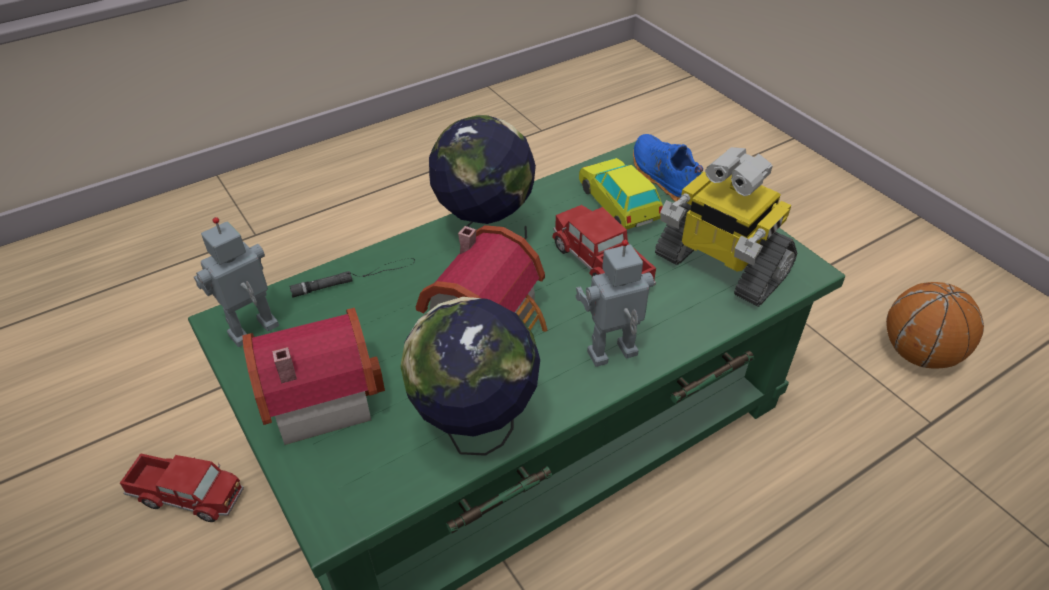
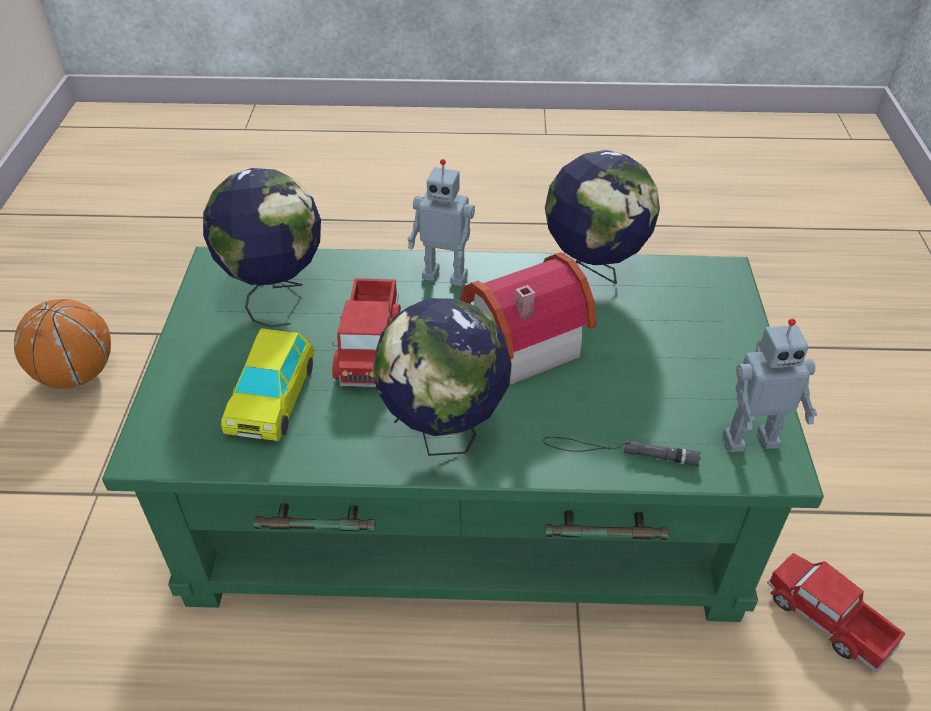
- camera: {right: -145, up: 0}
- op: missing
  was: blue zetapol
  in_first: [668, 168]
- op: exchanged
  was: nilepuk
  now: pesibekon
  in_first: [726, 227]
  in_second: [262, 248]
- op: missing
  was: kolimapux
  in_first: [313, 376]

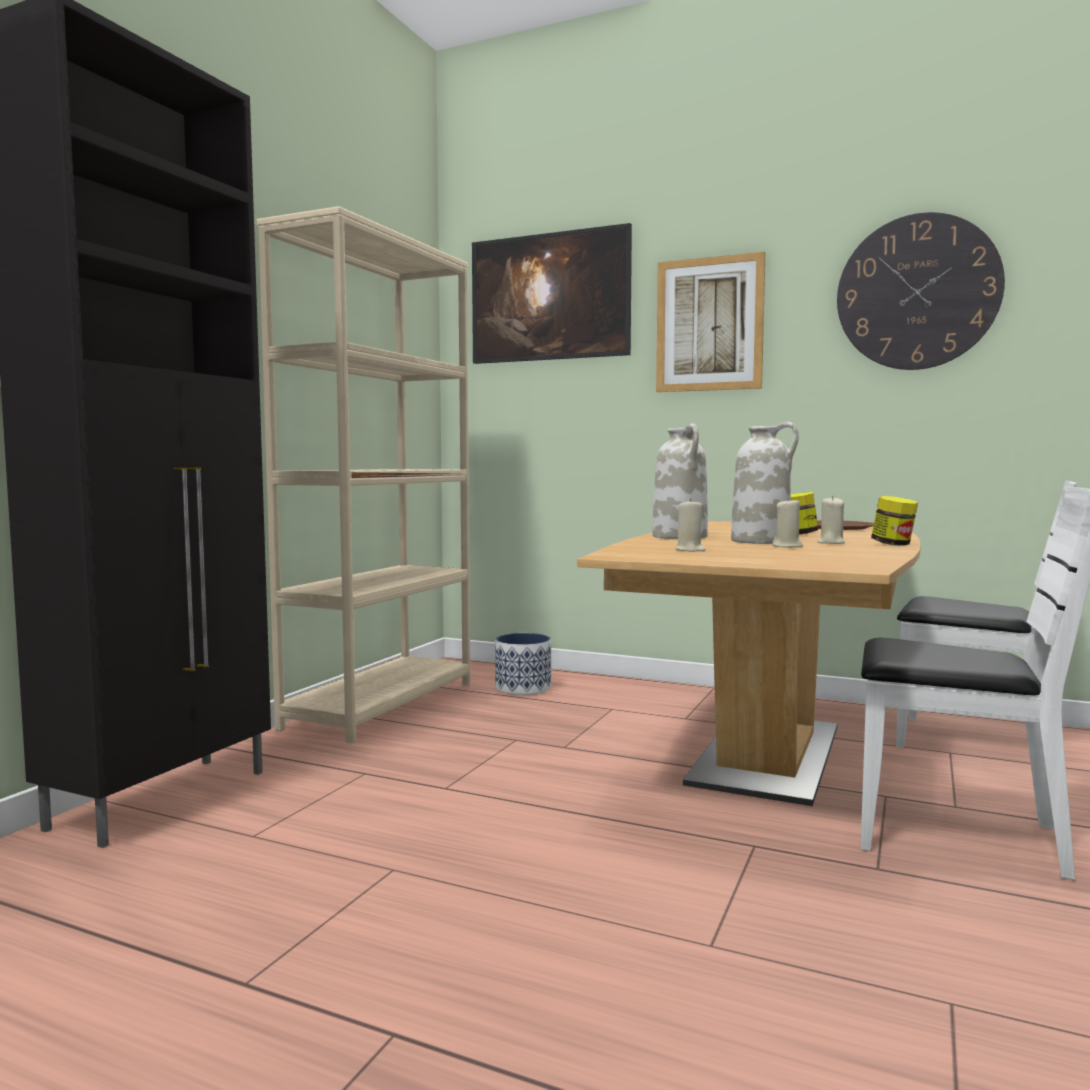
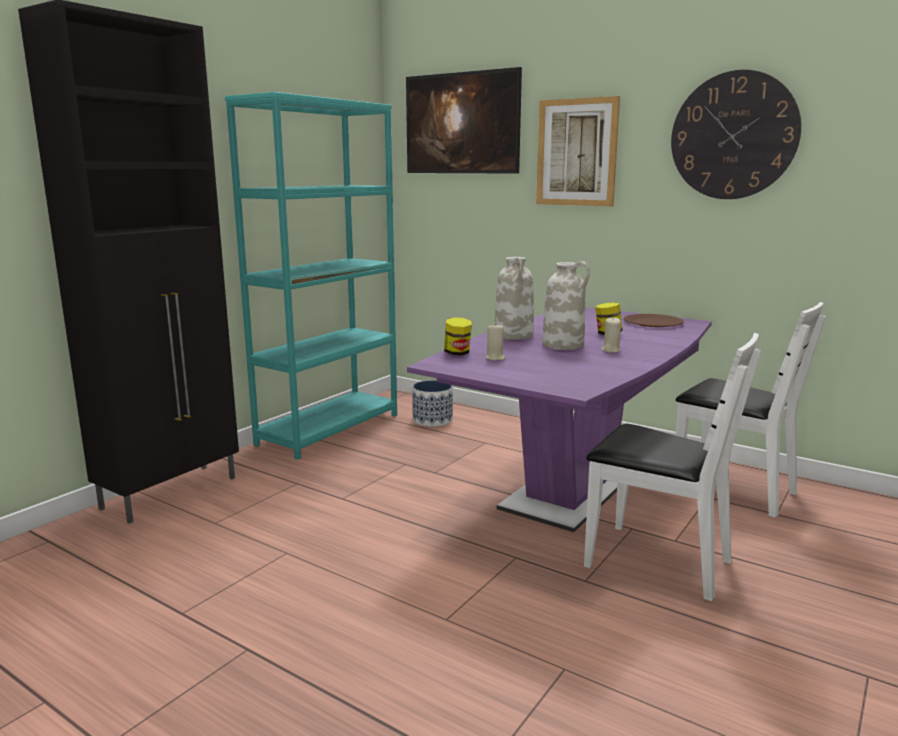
- camera: {right: 10, up: 10}
- op: colour
  was: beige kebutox
  now: turquoise kebutox
  in_first: [364, 474]
  in_second: [311, 275]
- op: relocated
  was: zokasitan
  in_first: [894, 521]
  in_second: [458, 336]
- op: missing
  was: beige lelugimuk
  in_first: [787, 522]
- op: colour
  was: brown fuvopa
  now: purple fuvopa
  in_first: [749, 663]
  in_second: [559, 419]

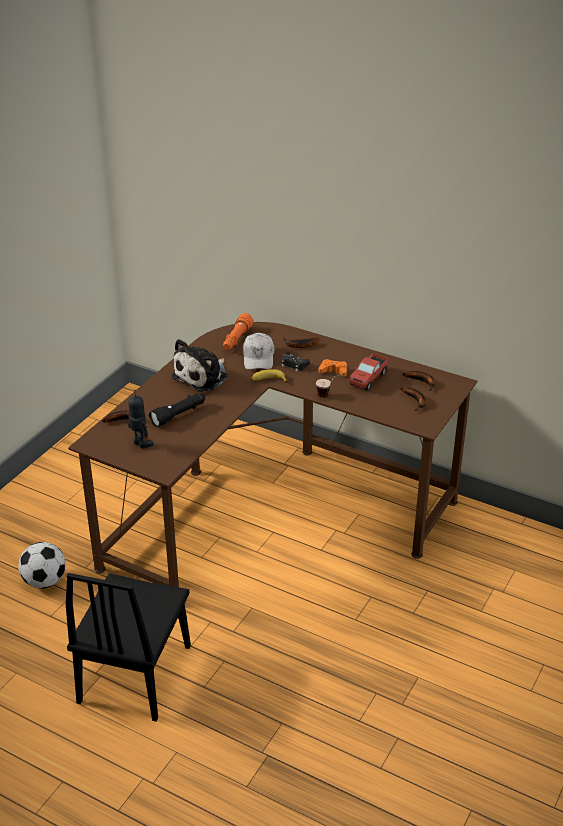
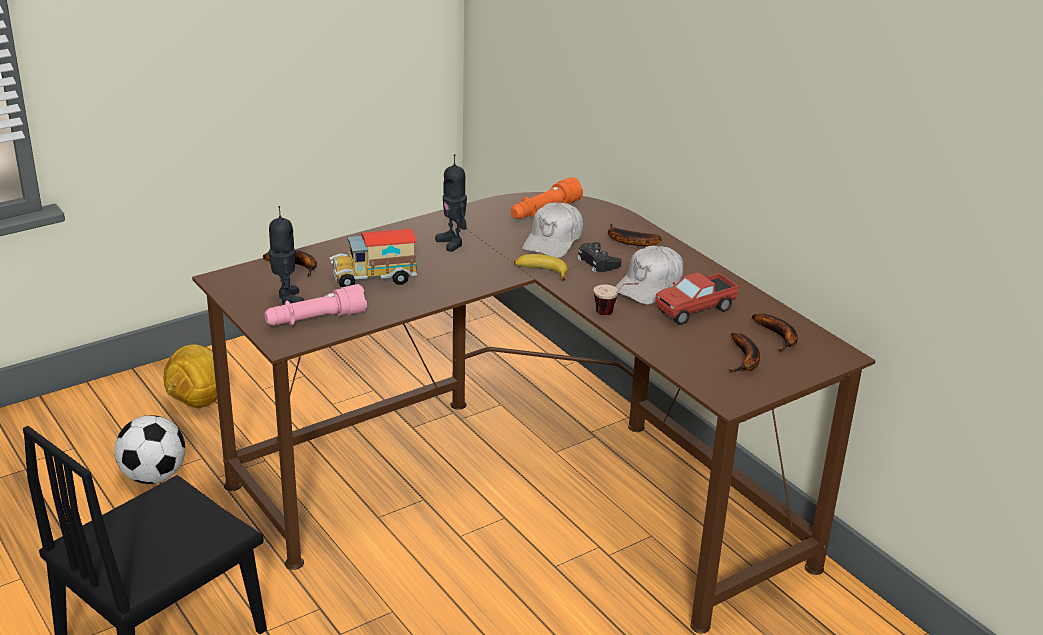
- camera: {right: 25, up: -5}
- op: exchanged
  was: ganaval
  now: nilepuk
  in_first: [199, 365]
  in_second: [451, 203]
- op: exchanged
  was: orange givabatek
  now: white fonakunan
  in_first: [333, 367]
  in_second: [649, 275]
- op: exchanged
  was: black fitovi
  now: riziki
  in_first: [177, 410]
  in_second: [373, 258]
- op: appeared
  now: pink fitovi
  in_second: [315, 305]
- op: appeared
  now: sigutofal
  in_second: [190, 376]

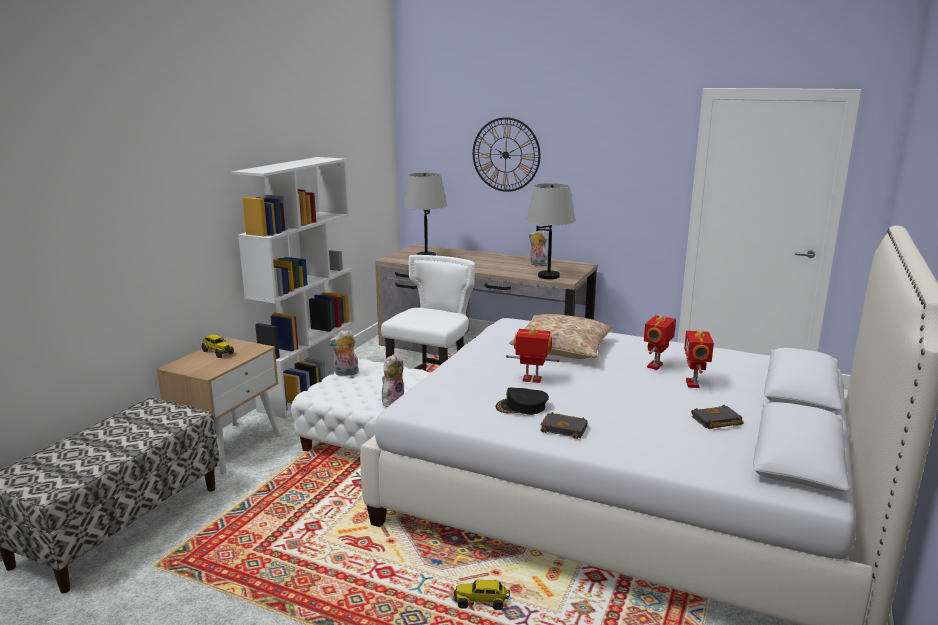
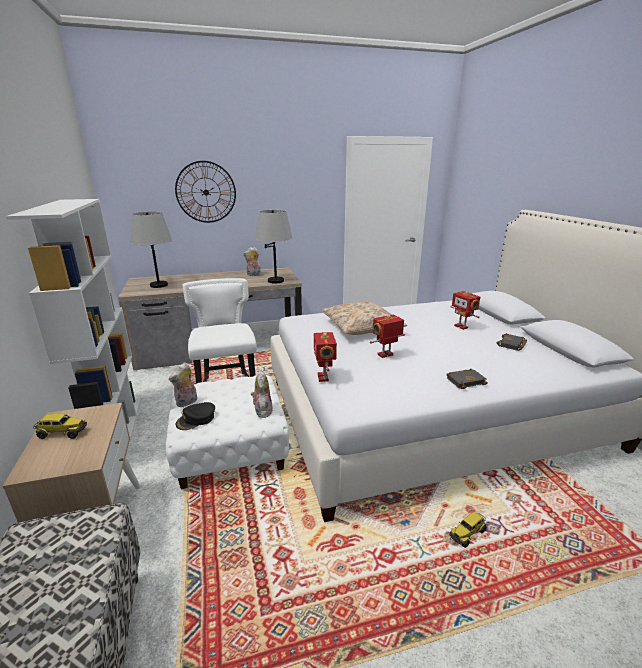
- camera: {right: -40, up: 5}
- op: relocated
  was: nilepuk
  in_first: [660, 342]
  in_second: [325, 357]
- op: relocated
  was: black fonakunan
  in_first: [522, 401]
  in_second: [195, 416]

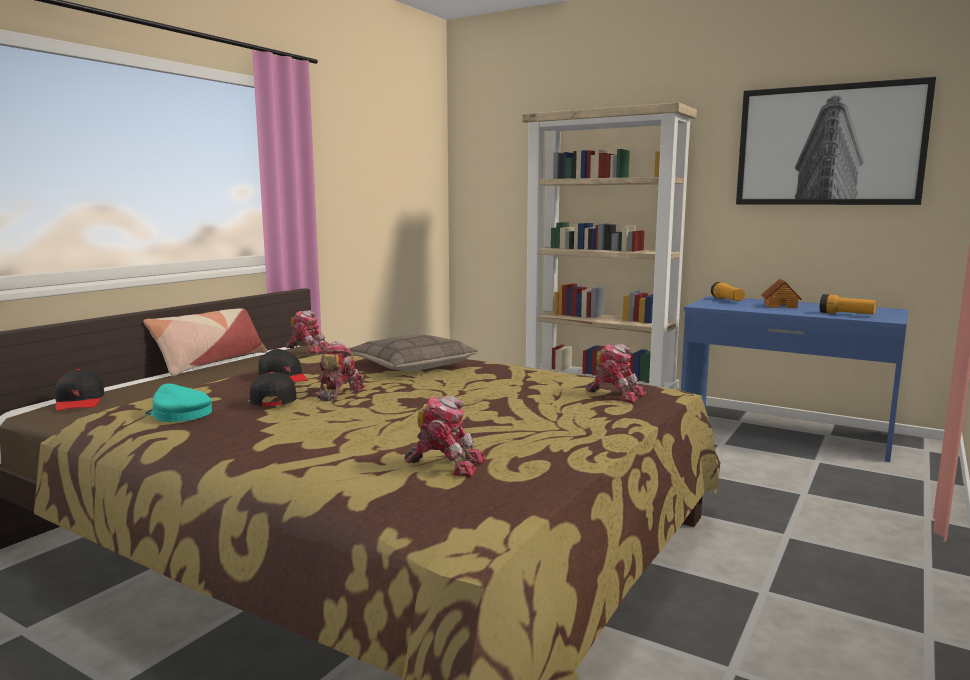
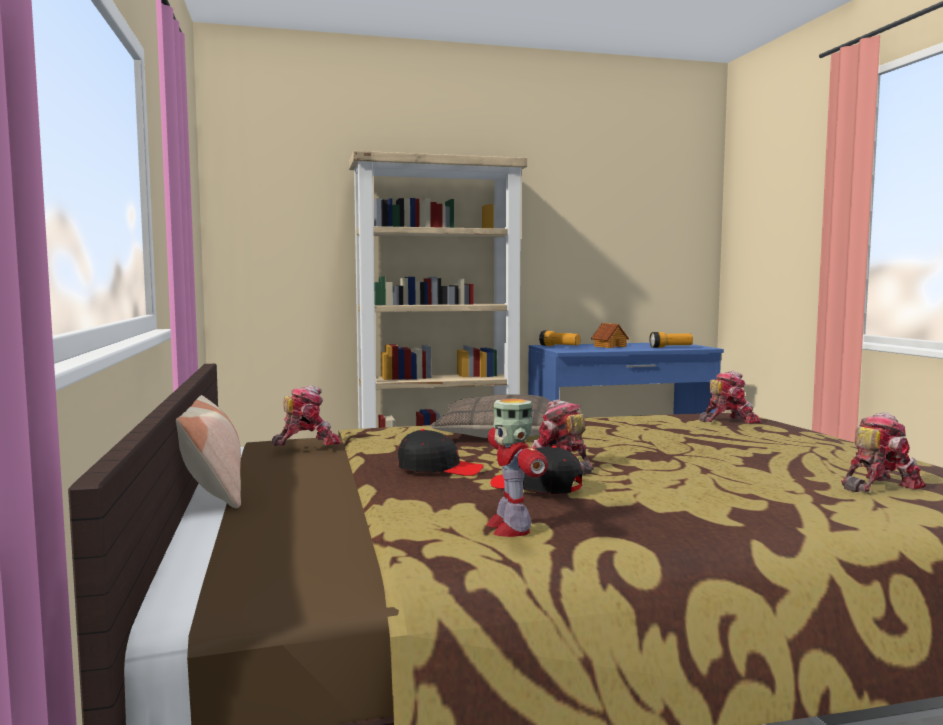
- camera: {right: -45, up: -5}
- op: missing
  was: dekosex
  in_first: [836, 141]
- op: missing
  was: black fonakunan
  in_first: [80, 390]
- op: exchanged
  was: turquoise fonakunan
  now: nilepuk
  in_first: [178, 402]
  in_second: [517, 468]

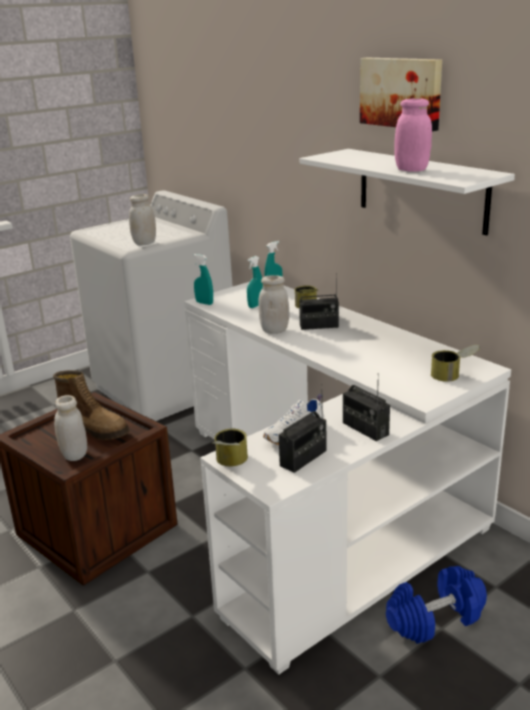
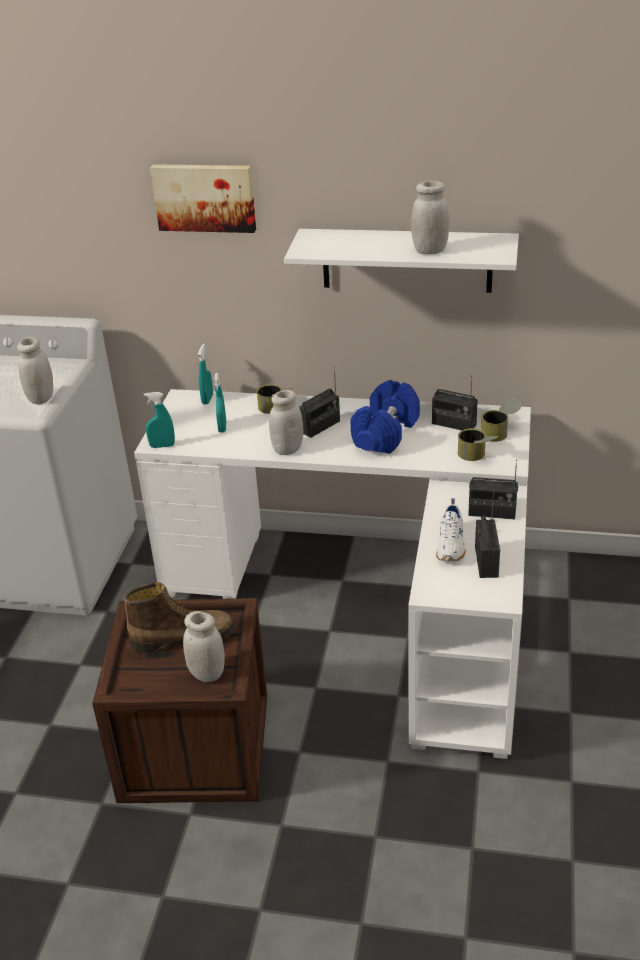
- camera: {right: -40, up: 10}
- op: relocated
  was: dekosex
  in_first: [401, 94]
  in_second: [203, 198]
- op: colour
  was: pink zokasitan
  now: white zokasitan
  in_first: [413, 135]
  in_second: [430, 217]
- op: relocated
  was: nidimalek
  in_first: [230, 447]
  in_second: [478, 444]
- op: relocated
  was: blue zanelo
  in_first: [436, 605]
  in_second: [385, 417]
- op: appeared
  now: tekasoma
  in_second: [455, 402]

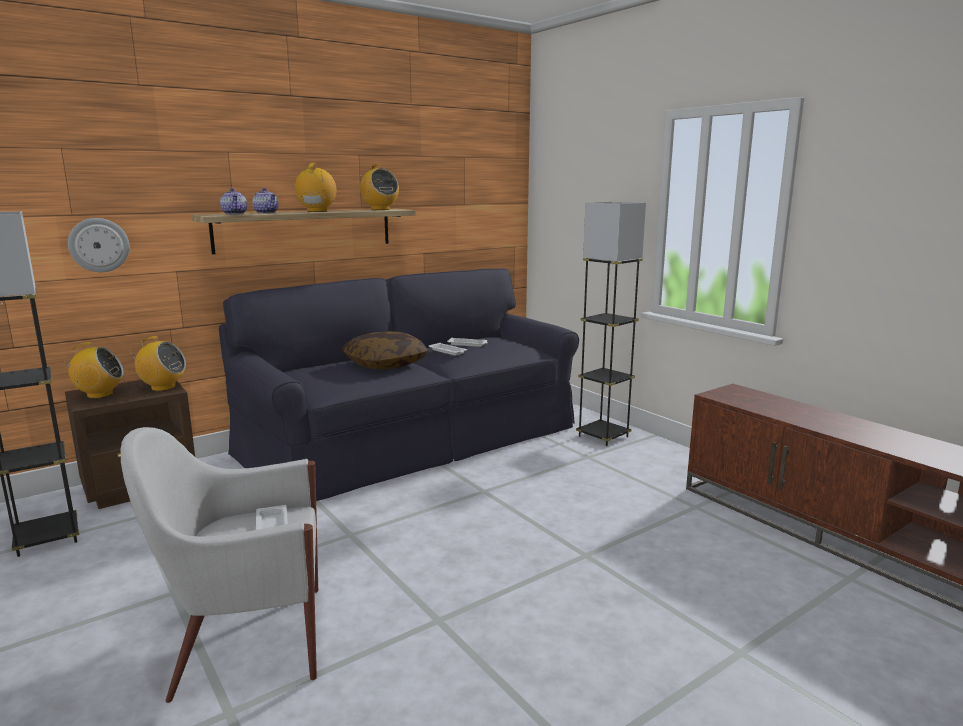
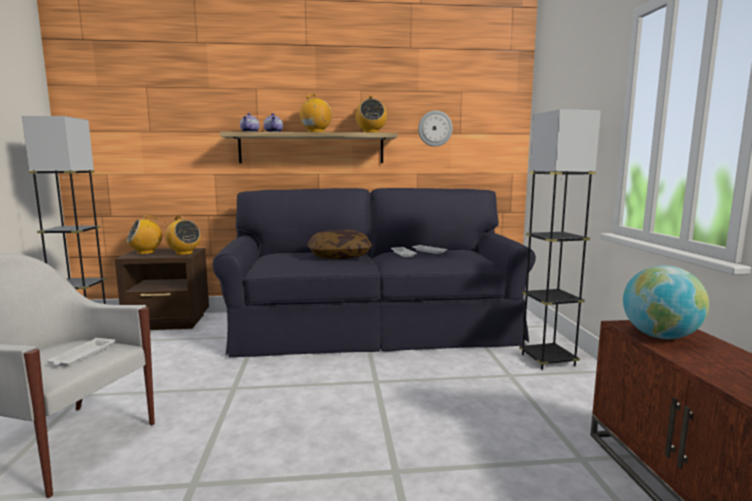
- camera: {right: 30, up: -5}
- op: relocated
  was: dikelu
  in_first: [99, 245]
  in_second: [435, 129]
- op: spun
  was: tekasoma
  in_first: [92, 370]
  in_second: [144, 234]
  clockwise: 120
- op: appeared
  now: pesibekon
  in_second: [666, 302]

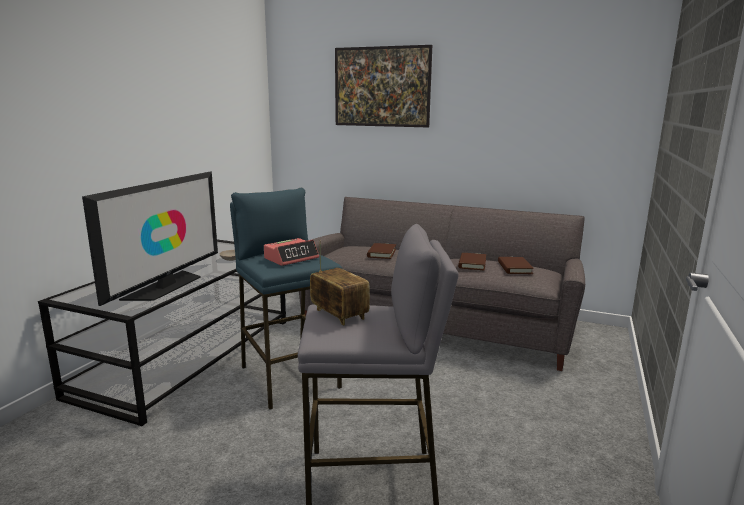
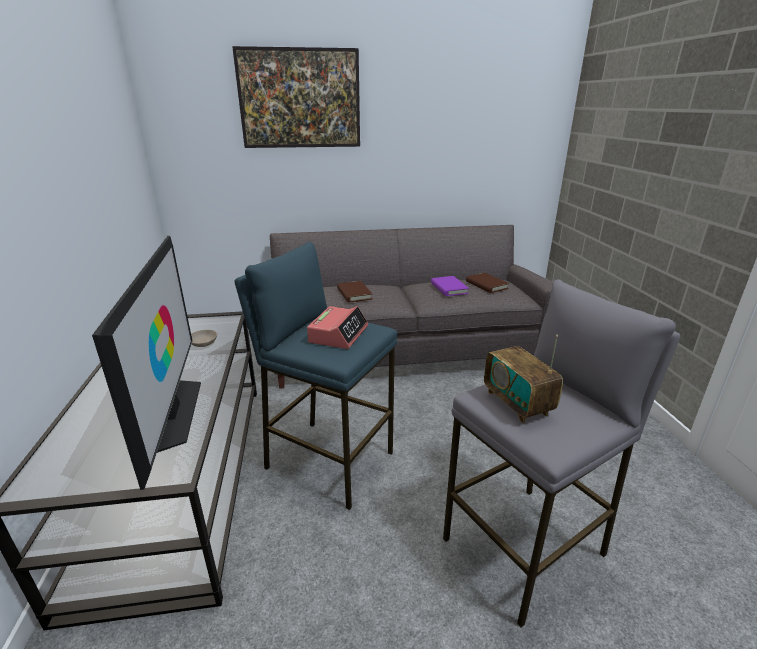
- camera: {right: -30, up: 10}
- op: spun
  was: tekasoma
  in_first: [340, 283]
  in_second: [523, 379]
  clockwise: -135
- op: colour
  was: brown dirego
  now: purple dirego
  in_first: [472, 261]
  in_second: [450, 286]

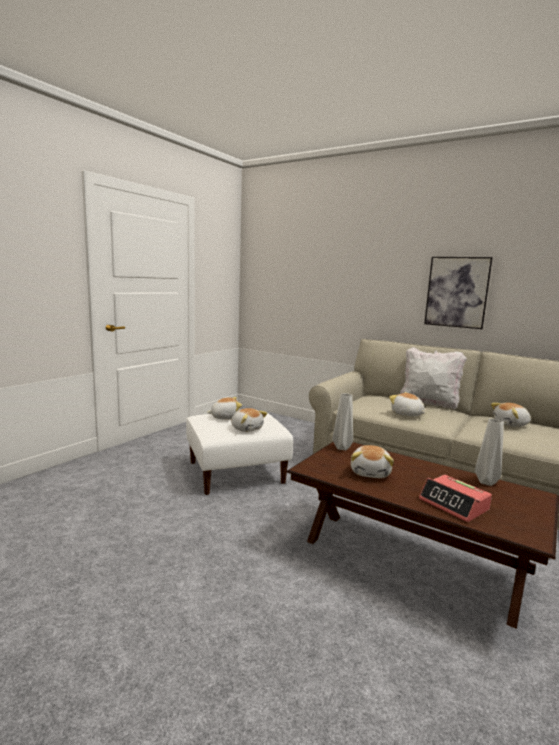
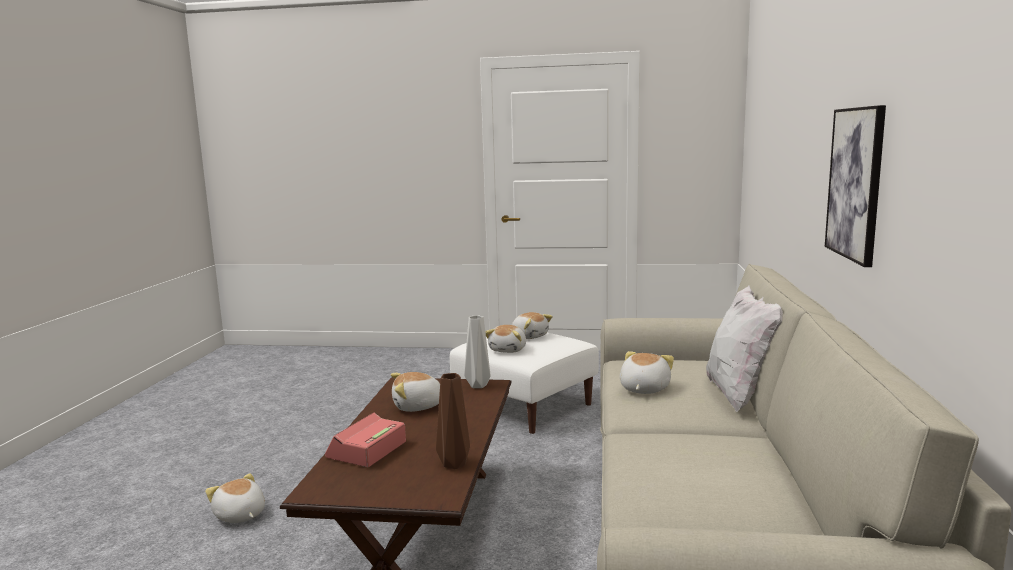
- camera: {right: 65, up: 0}
- op: relocated
  was: ganaval
  in_first: [511, 415]
  in_second: [235, 498]
- op: colour
  was: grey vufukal
  now: brown vufukal
  in_first: [489, 452]
  in_second: [453, 421]

